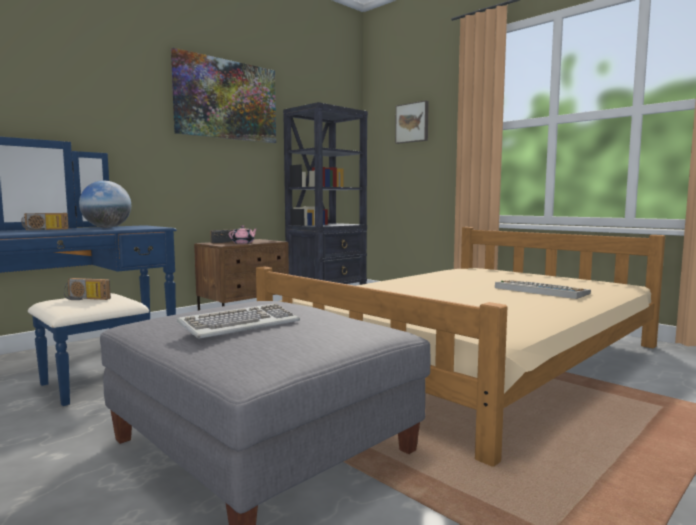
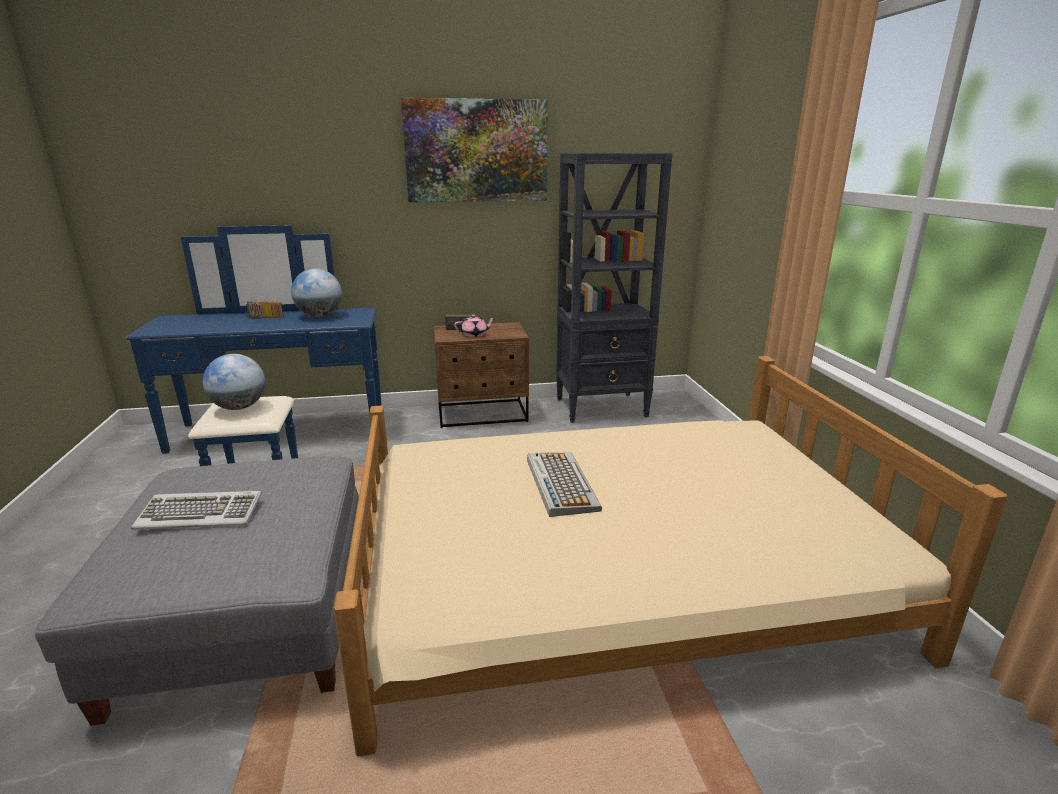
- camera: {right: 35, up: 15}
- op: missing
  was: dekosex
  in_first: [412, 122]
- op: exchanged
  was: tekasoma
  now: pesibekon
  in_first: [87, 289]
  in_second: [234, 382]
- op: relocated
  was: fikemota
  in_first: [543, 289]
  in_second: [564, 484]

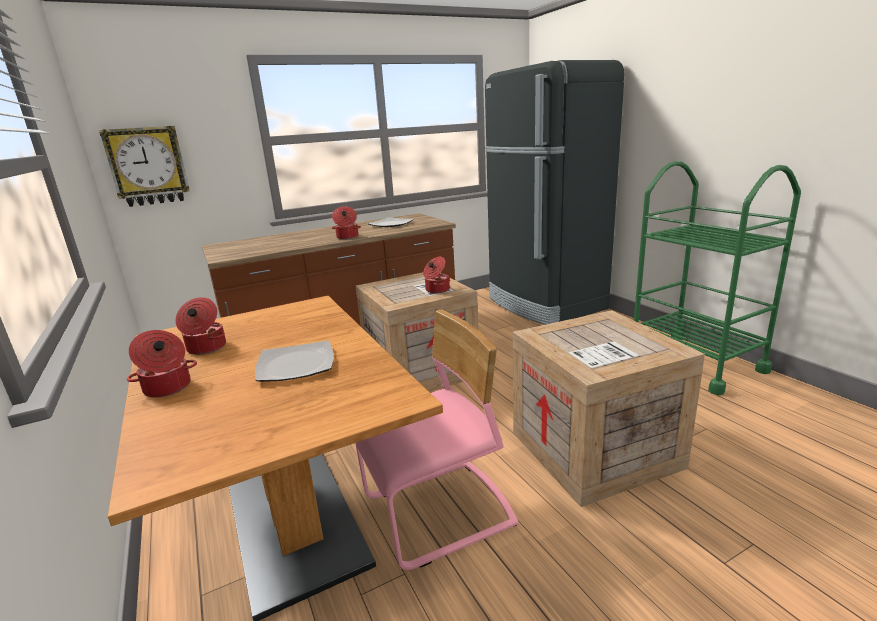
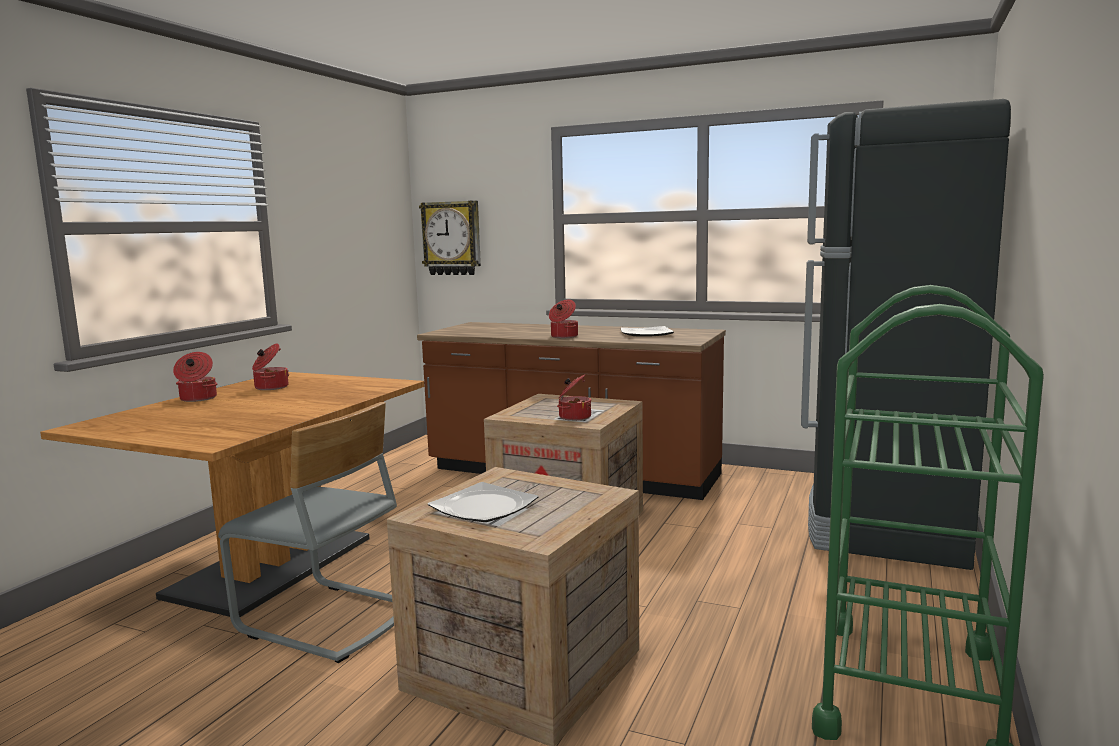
- camera: {right: 50, up: -10}
- op: colour
  was: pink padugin
  now: grey padugin
  in_first: [436, 440]
  in_second: [307, 532]
- op: relocated
  was: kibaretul
  in_first: [294, 361]
  in_second: [483, 502]

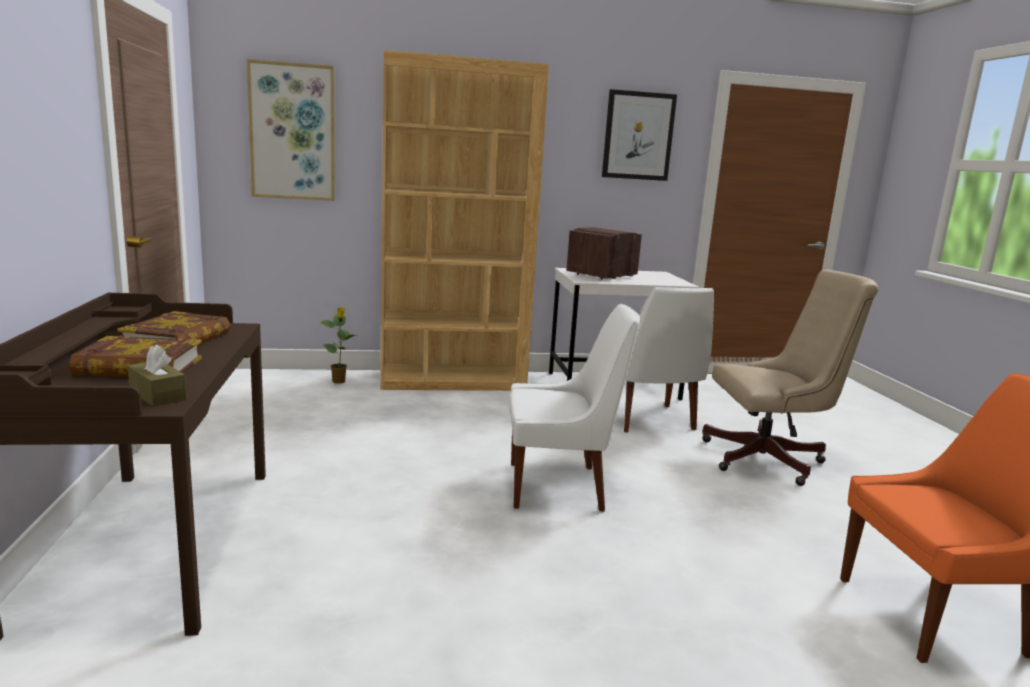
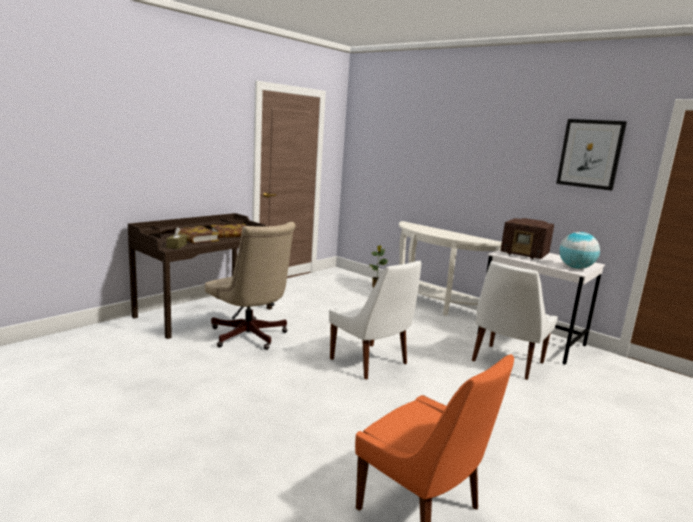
- camera: {right: 50, up: 0}
- op: exchanged
  was: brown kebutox
  now: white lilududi
  in_first: [464, 220]
  in_second: [450, 268]
- op: missing
  was: dekosex
  in_first: [291, 130]
- op: spun
  was: tekasoma
  in_first: [604, 253]
  in_second: [527, 239]
  clockwise: -150
- op: relocated
  was: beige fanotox
  in_first: [790, 377]
  in_second: [250, 286]
- op: appeared
  now: pesibekon
  in_second: [579, 250]

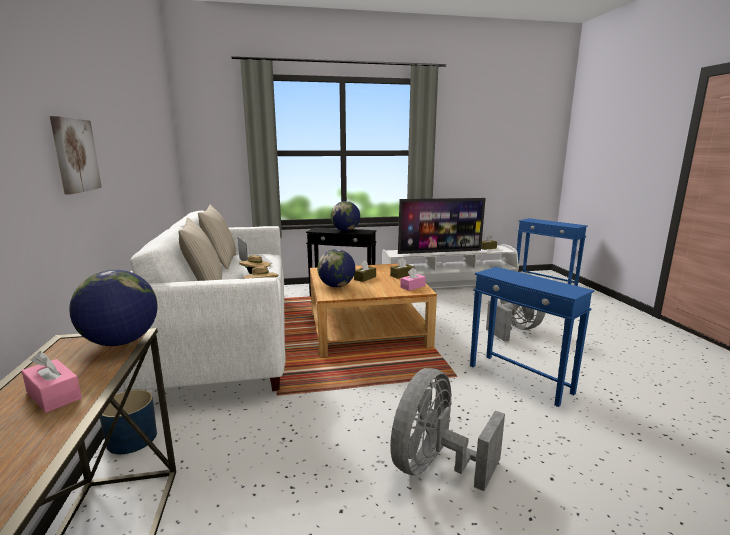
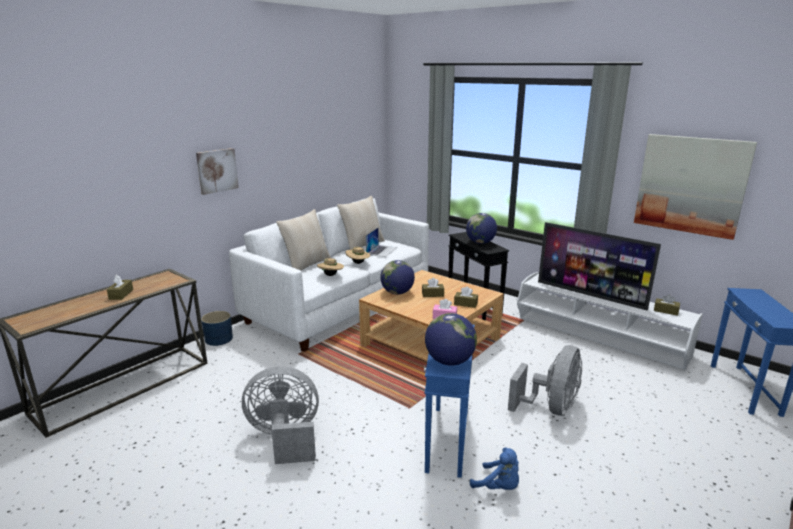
- camera: {right: 50, up: 5}
- op: relocated
  was: pesibekon
  in_first: [113, 308]
  in_second: [451, 339]
- op: colour
  was: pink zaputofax
  now: brown zaputofax
  in_first: [52, 382]
  in_second: [120, 287]
- op: appeared
  now: dekosex
  in_second: [695, 187]
- op: appeared
  now: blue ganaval
  in_second: [494, 468]

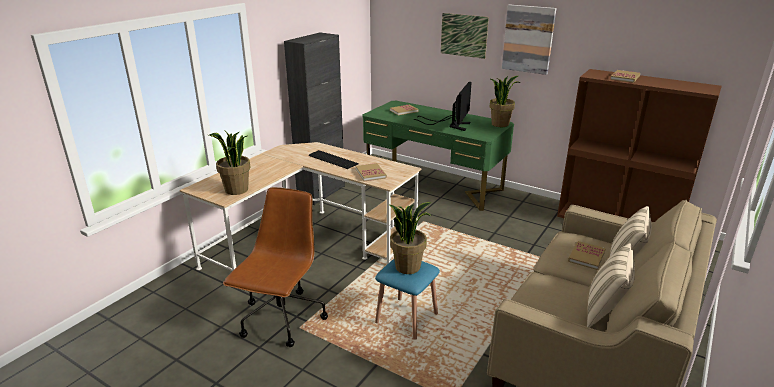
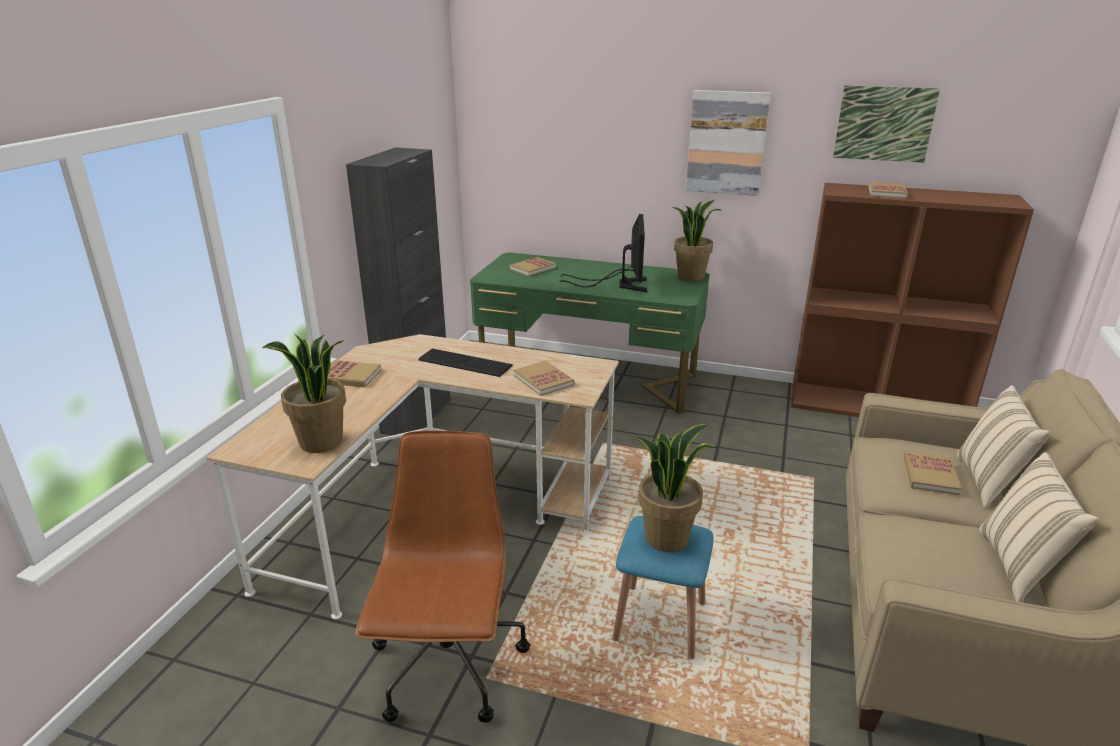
- camera: {right: -15, up: 0}
- op: relocated
  was: dekosex
  in_first: [465, 36]
  in_second: [886, 124]
- op: appeared
  now: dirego
  in_second: [354, 373]

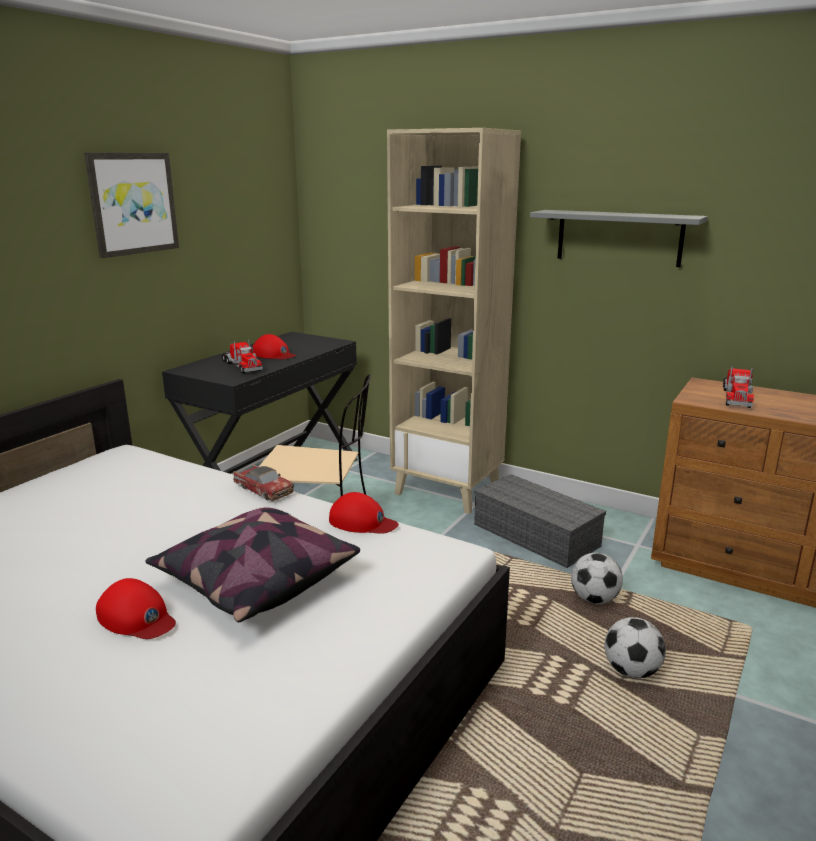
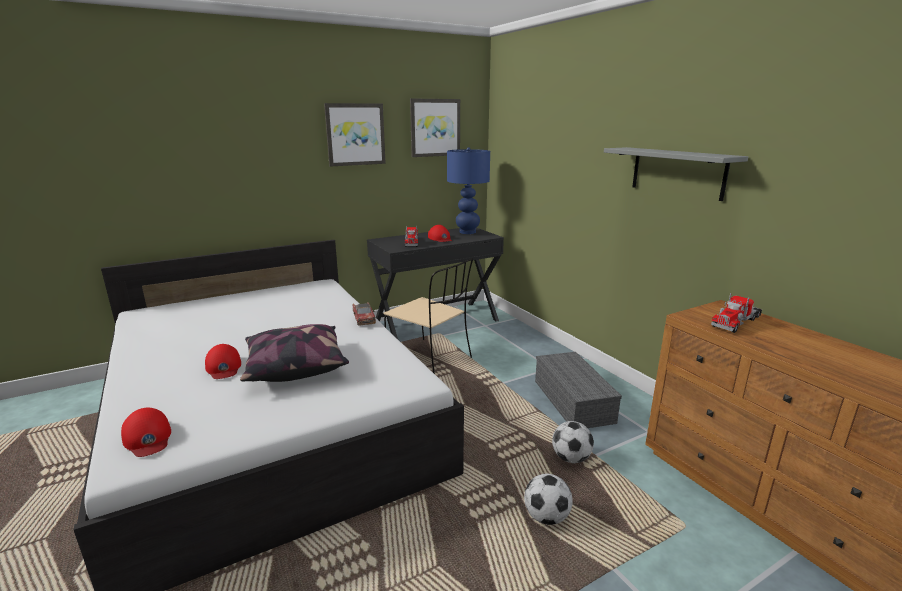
- camera: {right: 30, up: 0}
- op: missing
  was: beige kebutox
  in_first: [454, 321]
- op: relocated
  was: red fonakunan
  in_first: [364, 513]
  in_second: [146, 432]
- op: appeared
  now: dekosex
  in_second: [435, 127]
- op: appeared
  now: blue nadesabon
  in_second: [468, 190]

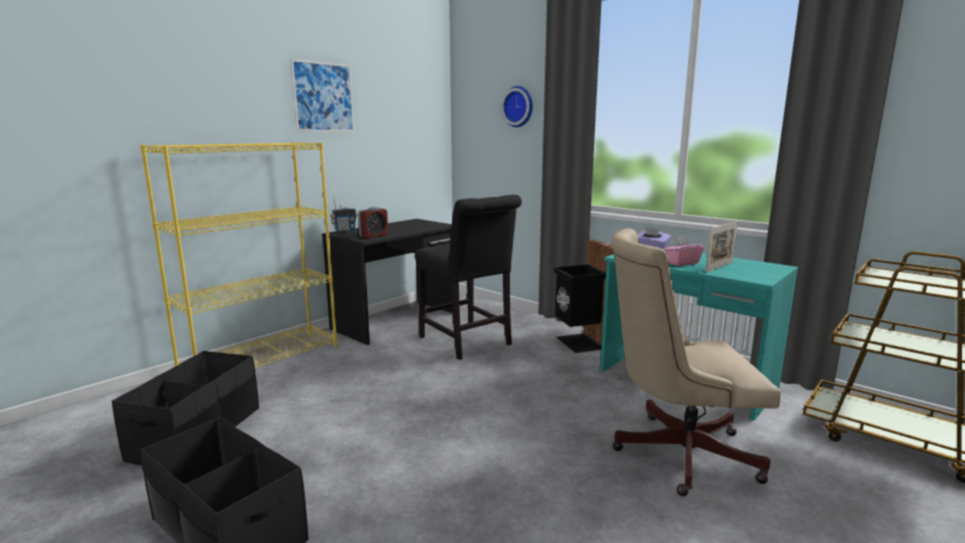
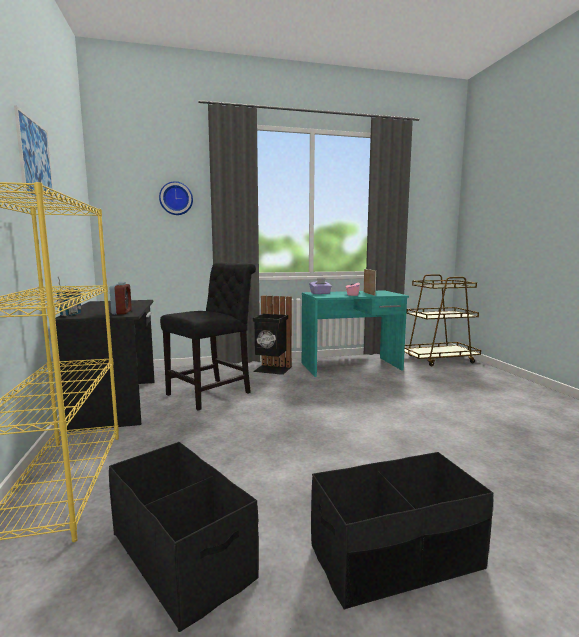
- camera: {right: -55, up: -5}
- op: spun
  was: black padugin
  in_first: [468, 277]
  in_second: [208, 336]
  clockwise: -45
- op: missing
  was: beige fanotox
  in_first: [696, 362]

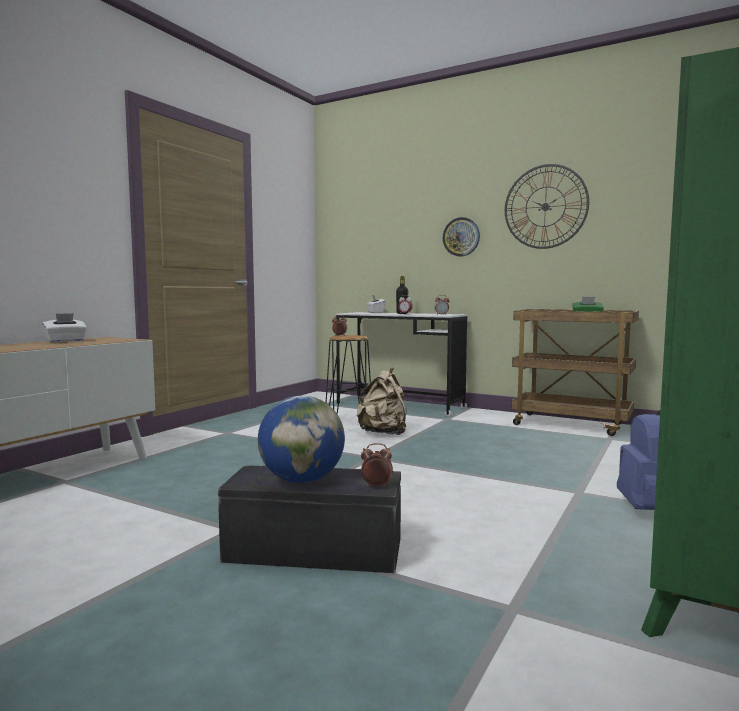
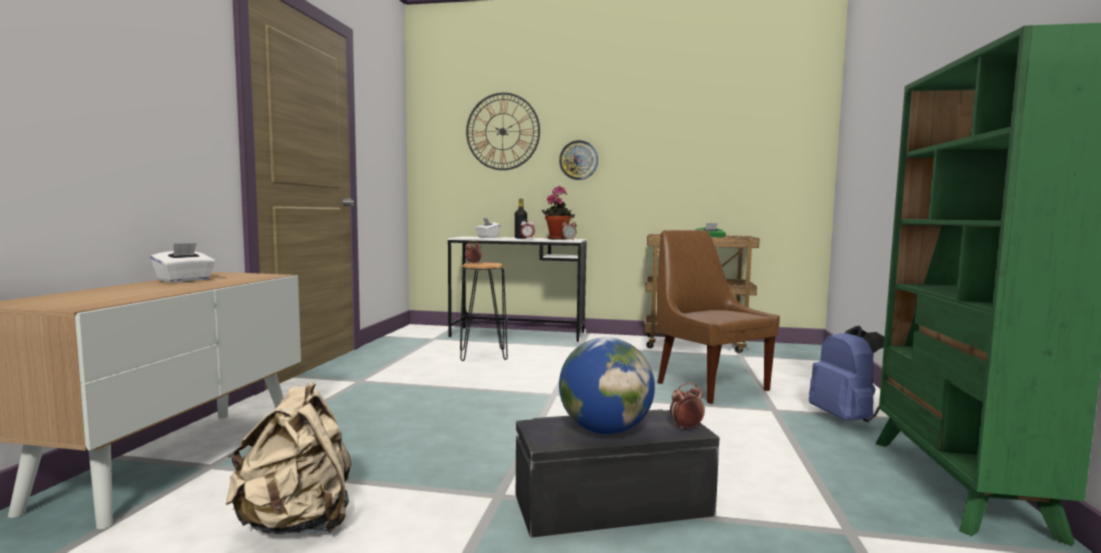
- camera: {right: -20, up: 0}
- op: relocated
  was: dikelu
  in_first: [547, 206]
  in_second: [503, 131]
- op: relocated
  was: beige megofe
  in_first: [382, 401]
  in_second: [288, 458]
- op: appeared
  now: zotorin
  in_second: [558, 213]
- op: appeared
  now: brown padugin
  in_second: [718, 317]

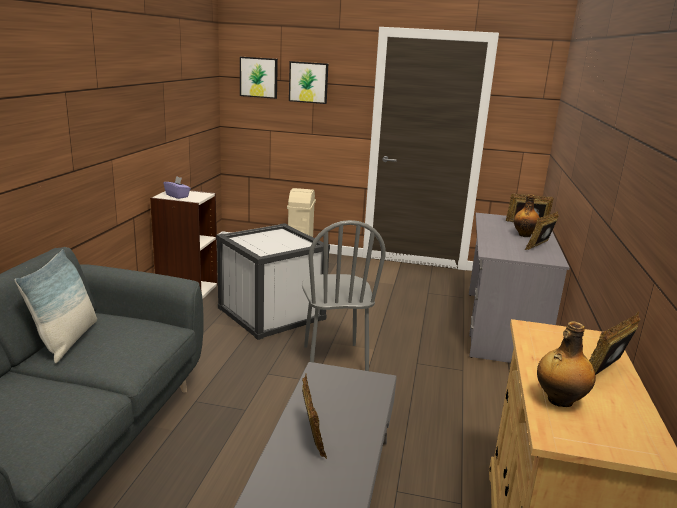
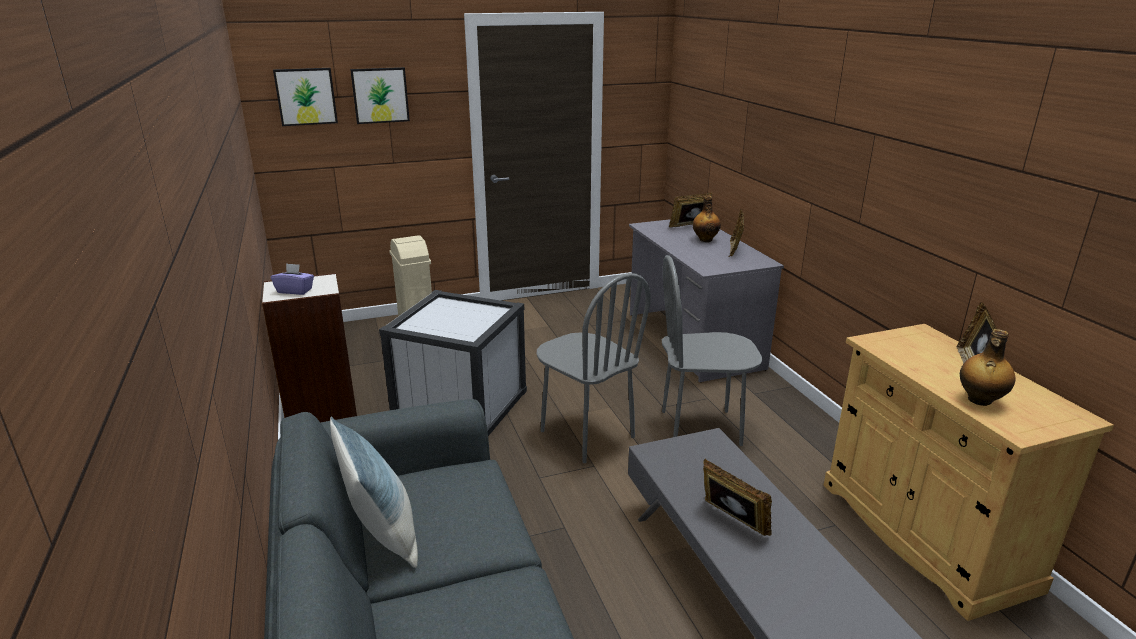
- camera: {right: -30, up: 5}
- op: appeared
  now: grey padugin
  in_second: [712, 350]

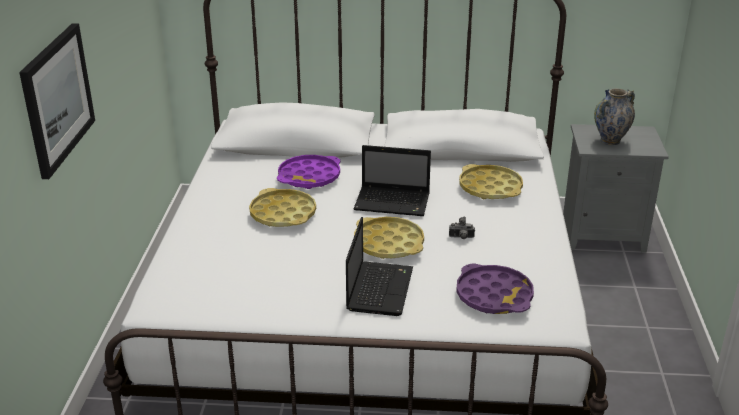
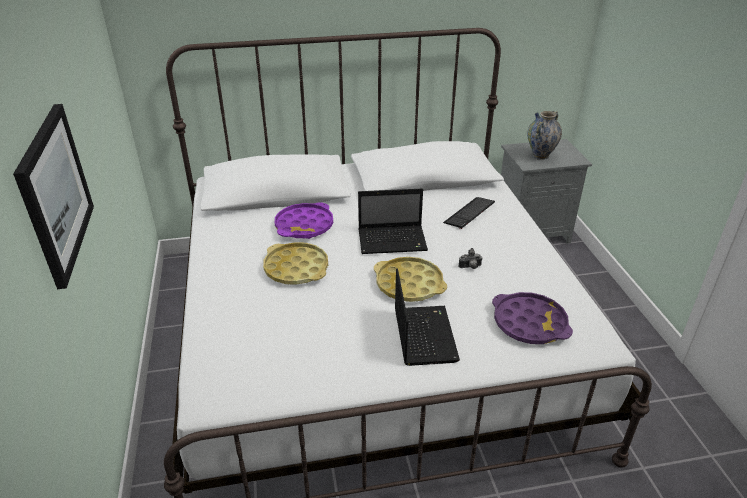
- camera: {right: -15, up: 5}
- op: exchanged
  was: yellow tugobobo
  now: fikemota
  in_first: [491, 181]
  in_second: [469, 213]

